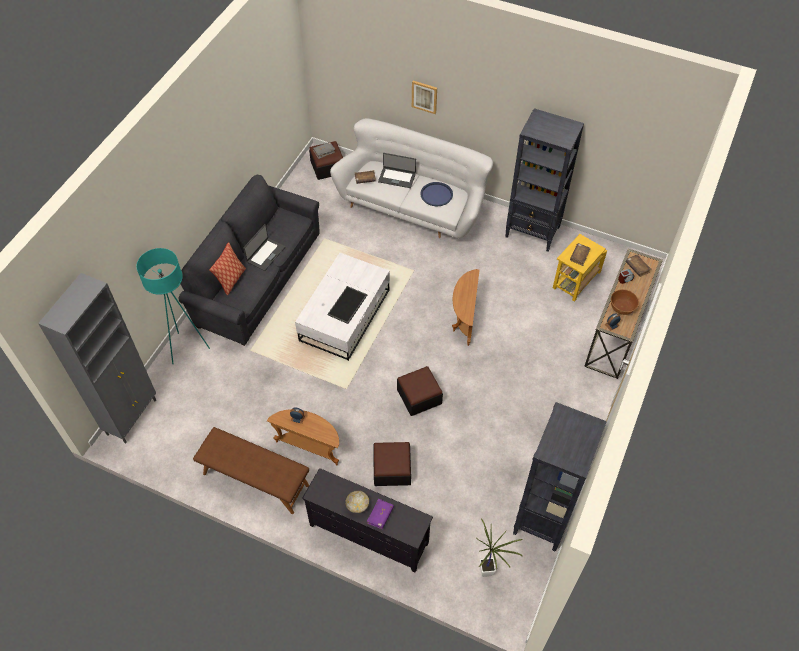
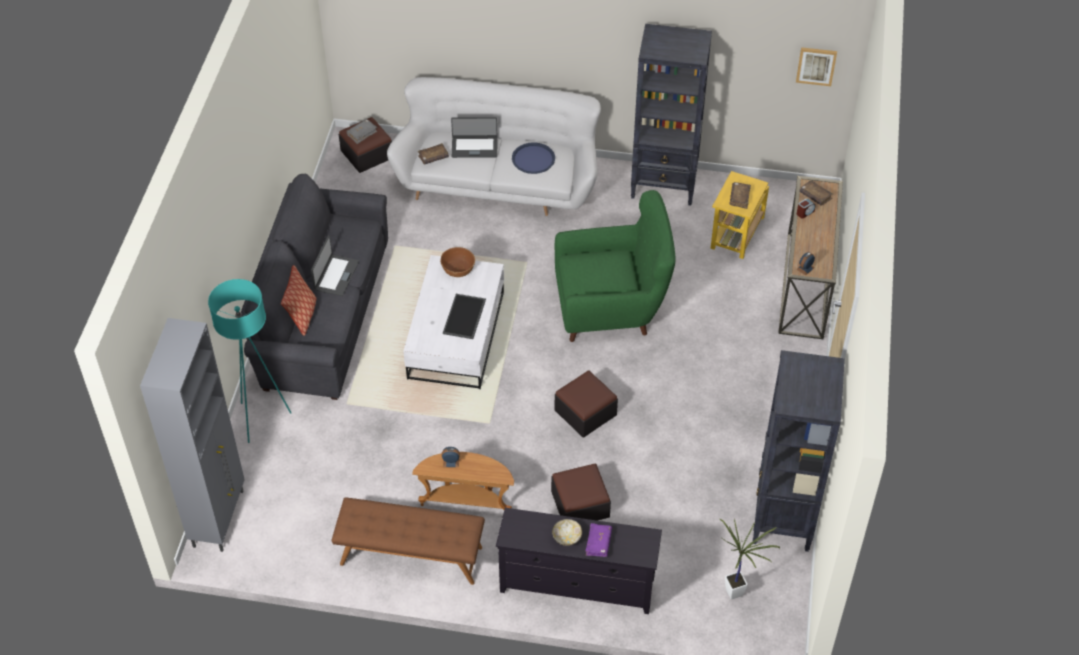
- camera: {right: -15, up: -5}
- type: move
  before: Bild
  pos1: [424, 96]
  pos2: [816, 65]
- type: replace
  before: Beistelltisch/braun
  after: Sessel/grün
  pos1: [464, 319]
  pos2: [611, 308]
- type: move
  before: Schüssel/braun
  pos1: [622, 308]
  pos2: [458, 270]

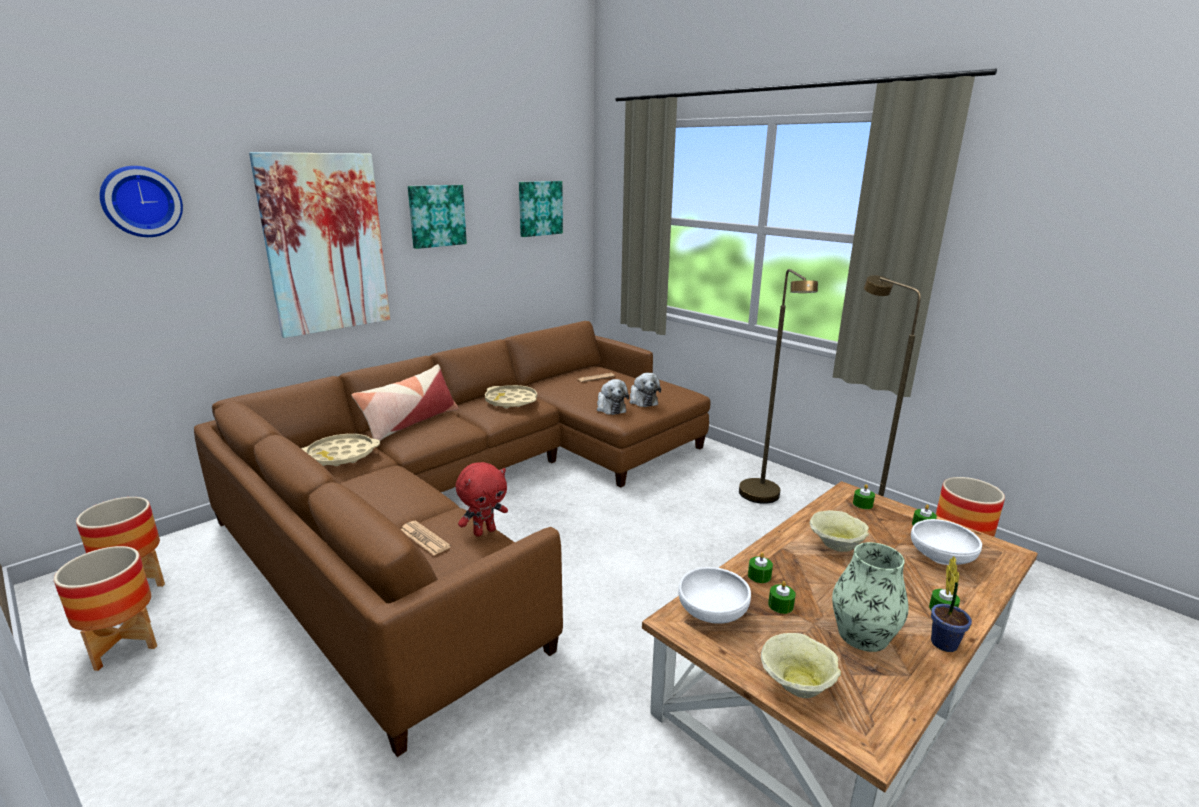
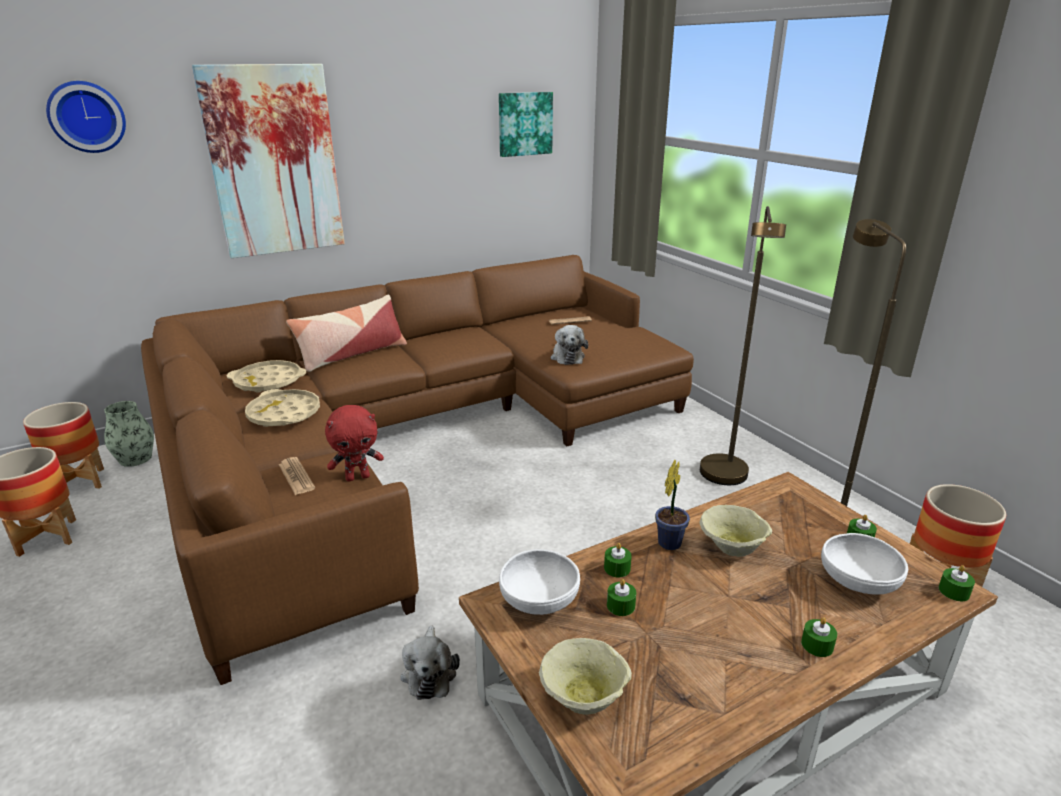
- camera: {right: 15, up: 5}
- type: delete
  before: Bild
  pos1: [436, 216]
- type: move
  before: Plüschtier
  pos1: [642, 400]
  pos2: [429, 672]
- type: move
  before: Tablett/beige
  pos1: [511, 401]
  pos2: [284, 414]
- type: move
  before: Kerze/grün
  pos1: [862, 504]
  pos2: [954, 591]
- type: move
  before: Vase
  pos1: [863, 634]
  pos2: [135, 458]
- type: move
  before: Topfpflanze
  pos1: [943, 641]
  pos2: [670, 541]

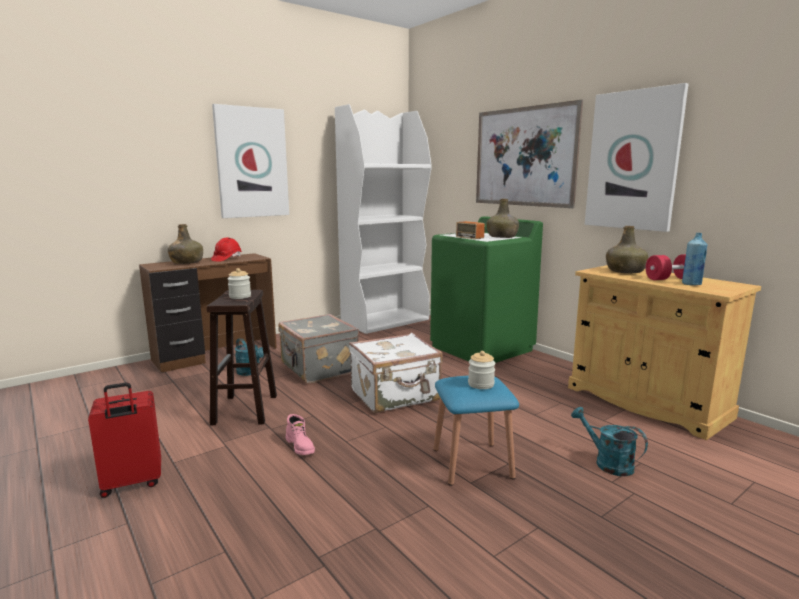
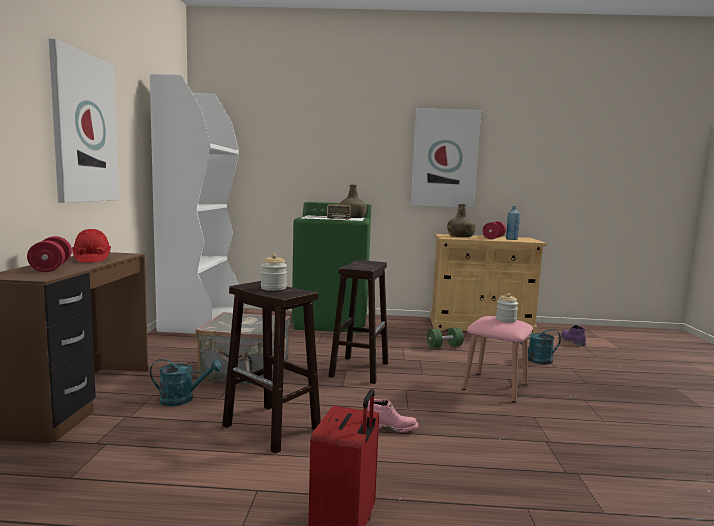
- camera: {right: -50, up: -5}
- type: delete
  before: Bild
  pos1: [524, 157]
- type: replace
  before: Flasche/grün
  after: Hantel/rot
  pos1: [187, 262]
  pos2: [51, 267]
- type: replace
  before: Koffer/weiß
  after: Hocker/braun
  pos1: [396, 396]
  pos2: [359, 369]
- type: recolor
  before: Hocker/blau
  after: Hocker/rosa
  pos1: [472, 463]
  pos2: [495, 386]
- type: insert
  after: Stiefel/lila
  pos2: [572, 341]
- type: insert
  after: Hantel/grün
  pos2: [444, 346]

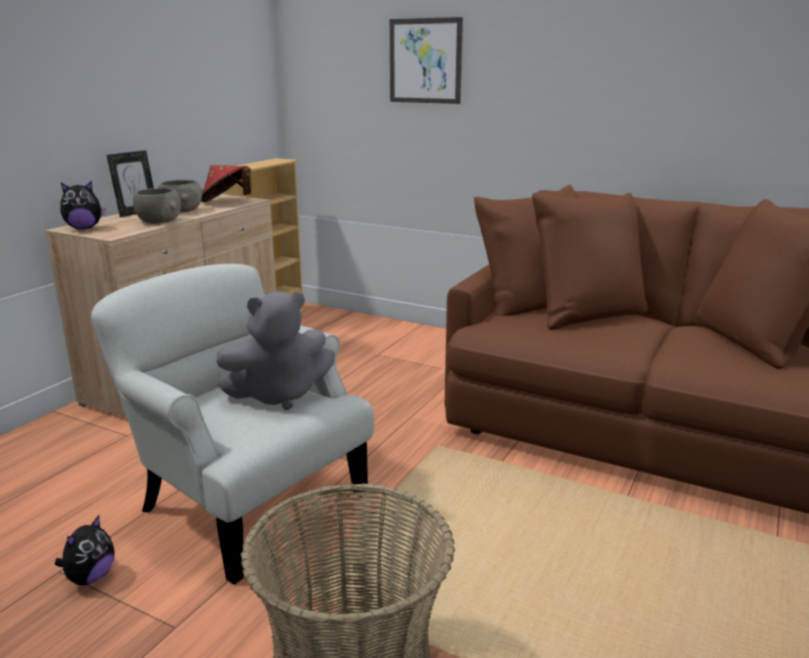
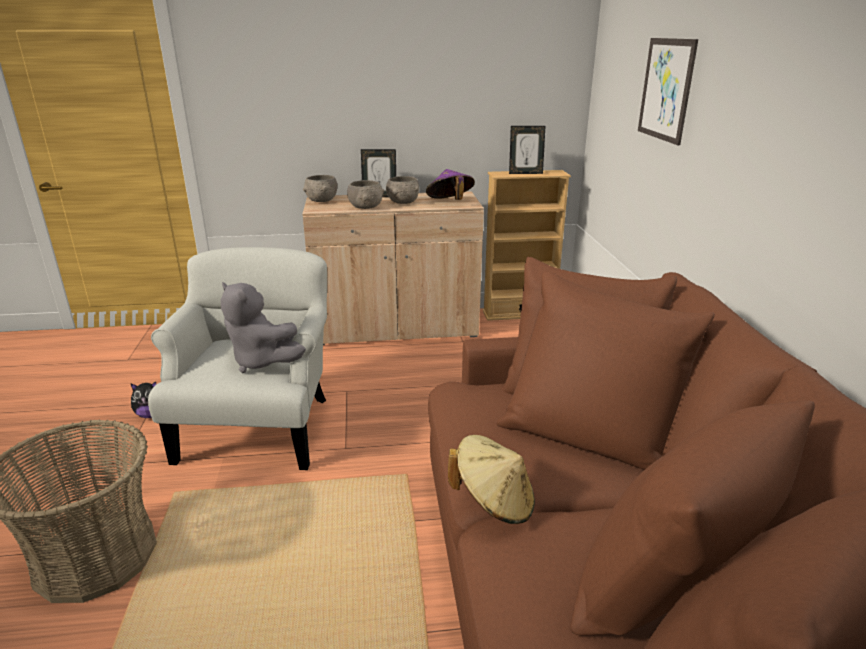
- camera: {right: 55, up: 5}
- type: recolor
  before: Hut/rot
  after: Hut/lila
  pos1: [226, 202]
  pos2: [450, 202]
- type: replace
  before: Plüschtier
  after: Schüssel/grau
  pos1: [84, 228]
  pos2: [322, 200]
- type: insert
  after: Bilderrahmen
  pos2: [525, 173]
- type: insert
  after: Hut/beige
  pos2: [494, 501]

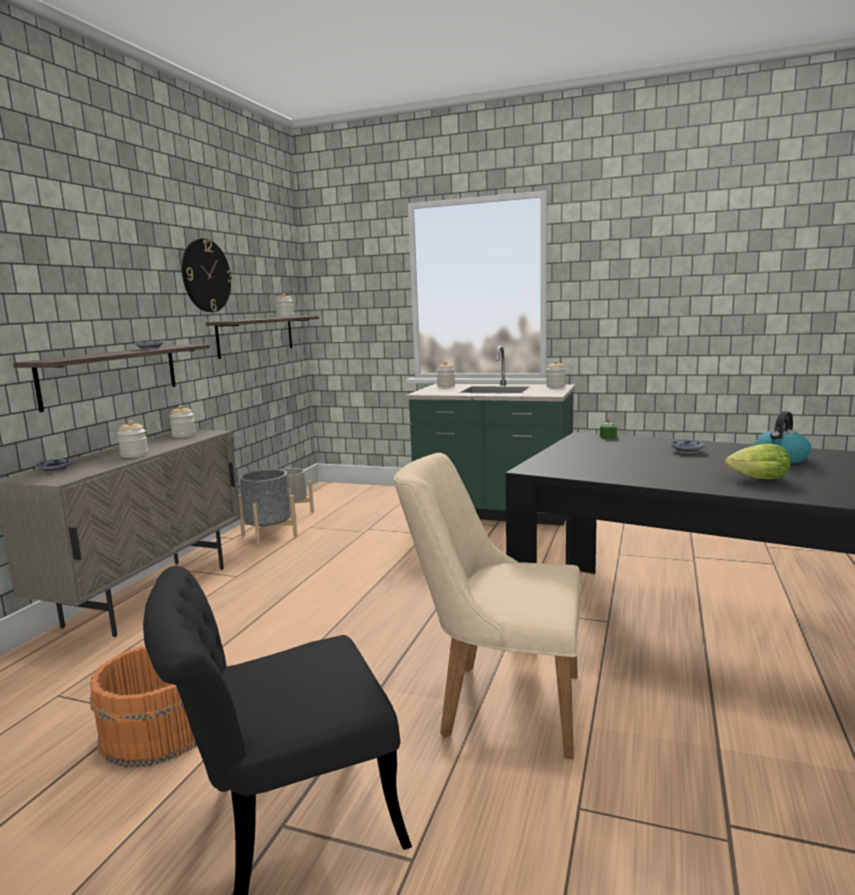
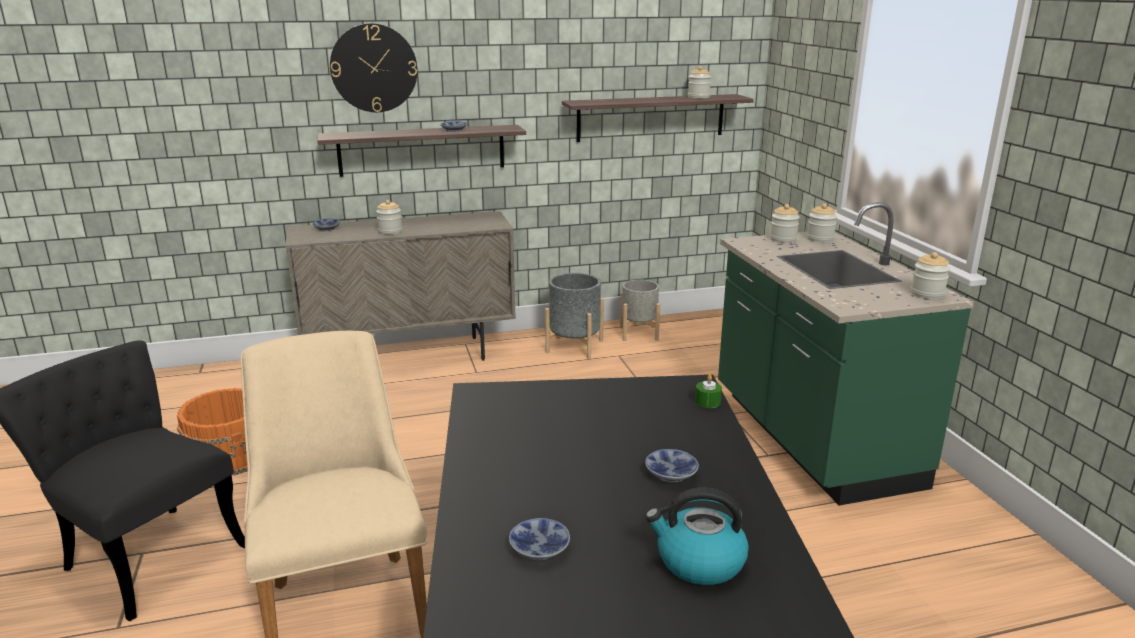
- camera: {right: 55, up: 10}
- type: move
  before: Wanduhr
  pos1: [206, 275]
  pos2: [374, 68]
- type: move
  before: Vorratsglas
  pos1: [184, 435]
  pos2: [783, 239]
- type: replace
  before: Salatkopf
  after: Schüssel
  pos1: [755, 479]
  pos2: [538, 550]

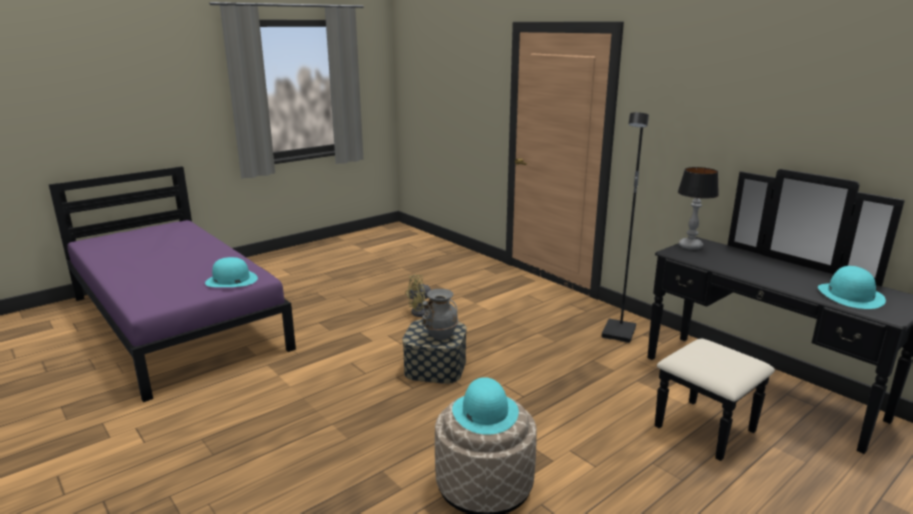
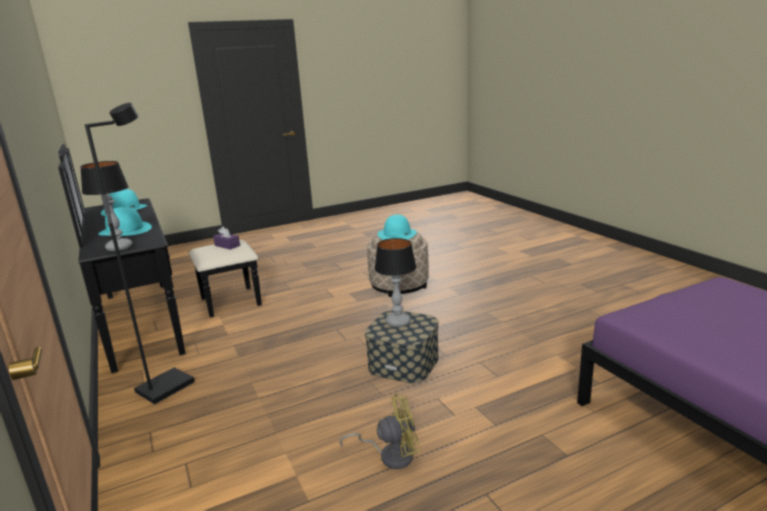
- camera: {right: -165, up: 0}
- type: move
  before: Hut/türkis
  pos1: [231, 280]
  pos2: [125, 230]
- type: replace
  before: Vase/grau
  after: Tischlampe
  pos1: [439, 336]
  pos2: [398, 322]
- type: insert
  after: Taschentuchbox/lila
  pos2: [227, 245]

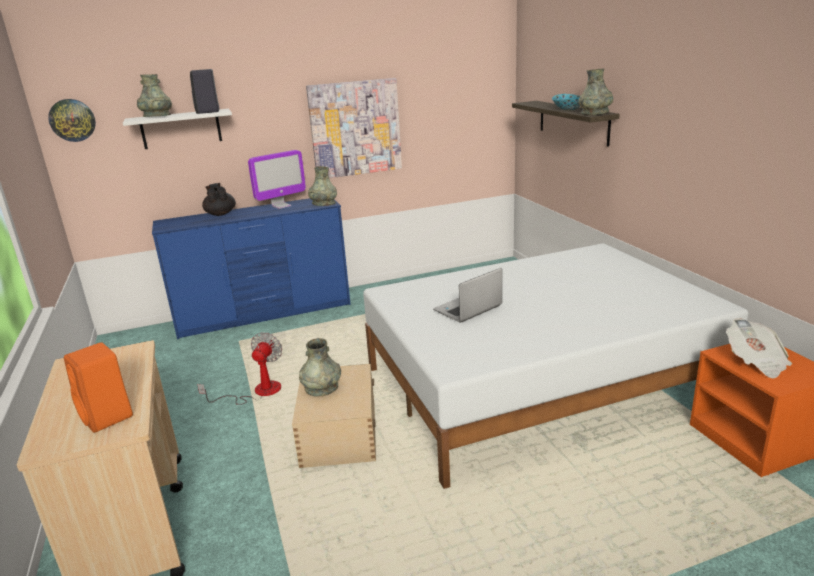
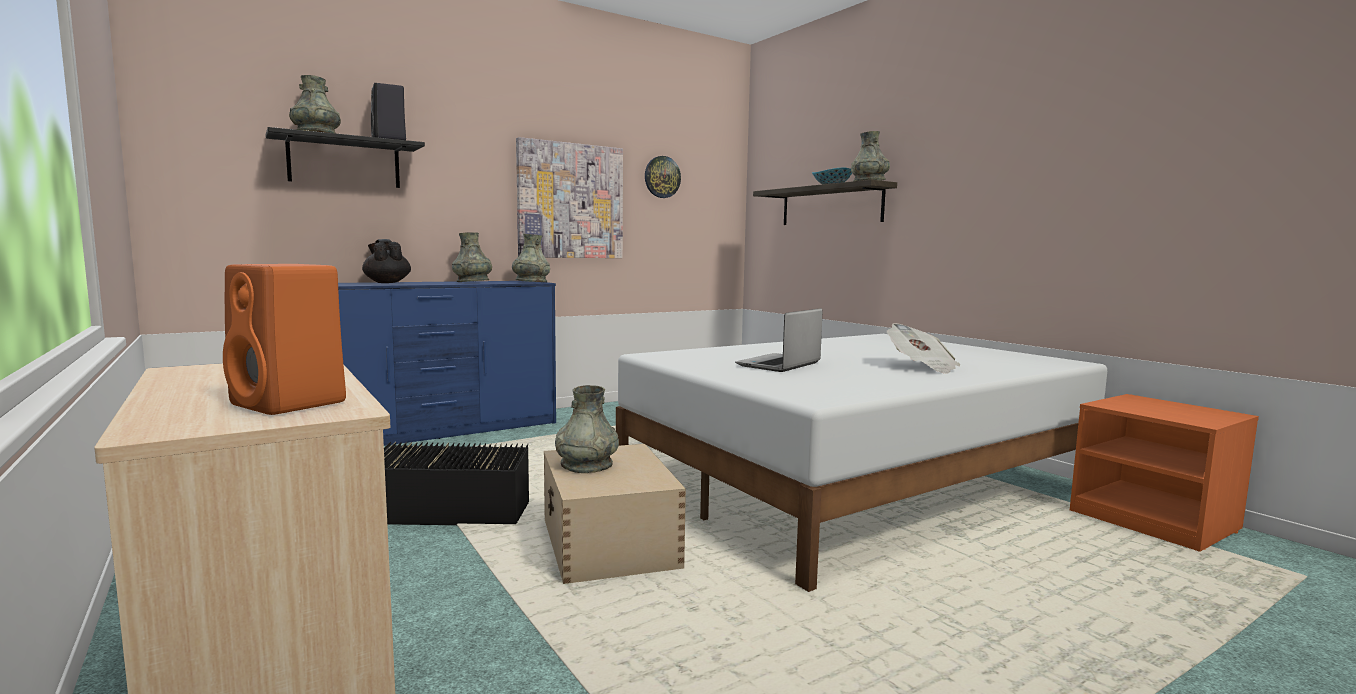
- camera: {right: -15, up: -15}
- type: move
  before: Wanduhr
  pos1: [72, 120]
  pos2: [662, 177]
- type: recolor
  before: Wandregal/weiß
  after: Wandregal/schwarz
  pos1: [181, 129]
  pos2: [344, 163]
- type: replace
  before: Monitor
  after: Vase/grau
  pos1: [281, 206]
  pos2: [472, 282]
- type: move
  before: Zeitung
  pos1: [755, 362]
  pos2: [922, 367]
- type: replace
  before: Ventilator
  after: Aufbewahrungsbox/schwarz
  pos1: [257, 392]
  pos2: [454, 506]

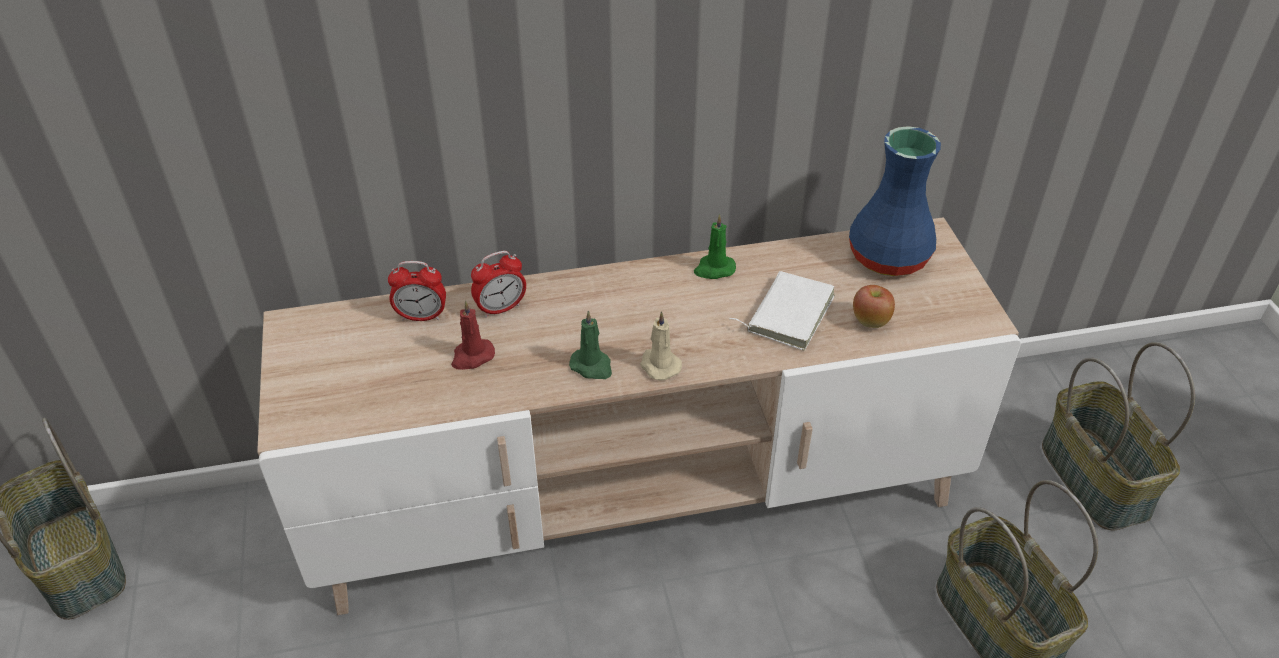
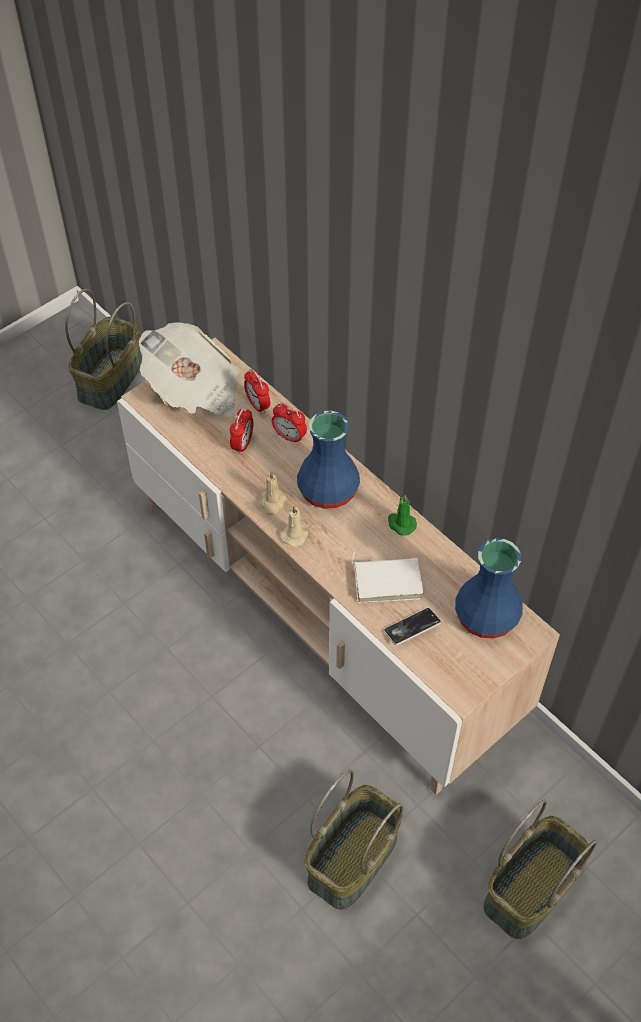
- camera: {right: 60, up: 10}
- type: replace
  before: Apfel
  after: Handy
  pos1: [870, 321]
  pos2: [412, 628]
- type: replace
  before: Kerze/rot
  after: Wecker
  pos1: [472, 356]
  pos2: [242, 444]
- type: recolor
  before: Kerze/grün
  after: Kerze/beige
  pos1: [592, 366]
  pos2: [272, 503]
- type: insert
  after: Zeitung
  pos2: [194, 390]
- type: insert
  after: Vase/blau
  pos2: [327, 489]

